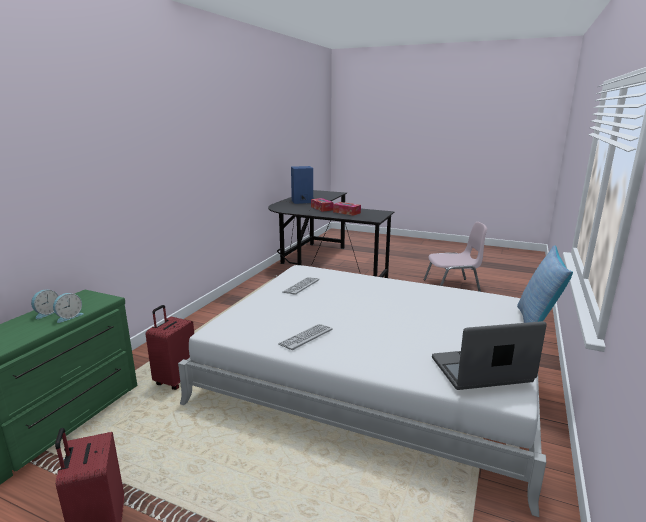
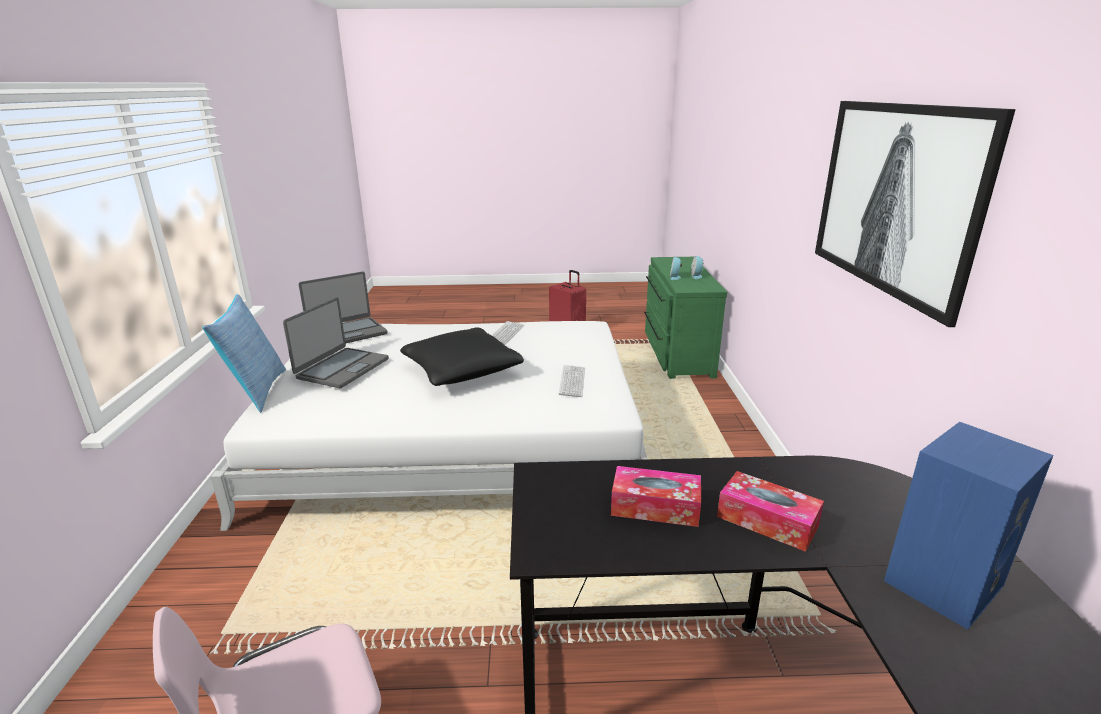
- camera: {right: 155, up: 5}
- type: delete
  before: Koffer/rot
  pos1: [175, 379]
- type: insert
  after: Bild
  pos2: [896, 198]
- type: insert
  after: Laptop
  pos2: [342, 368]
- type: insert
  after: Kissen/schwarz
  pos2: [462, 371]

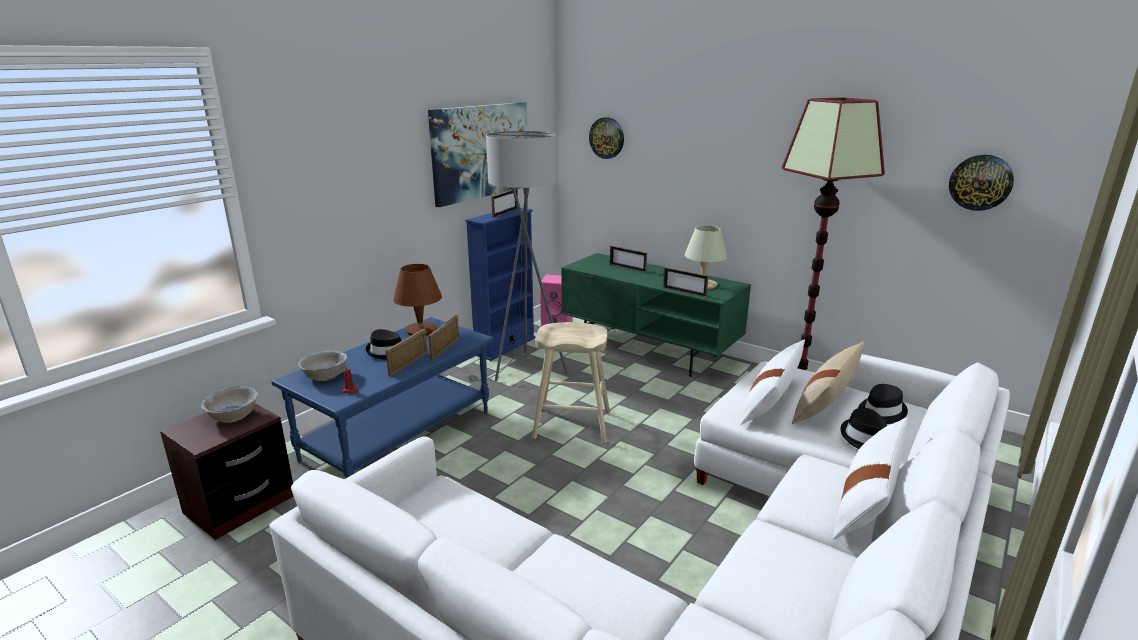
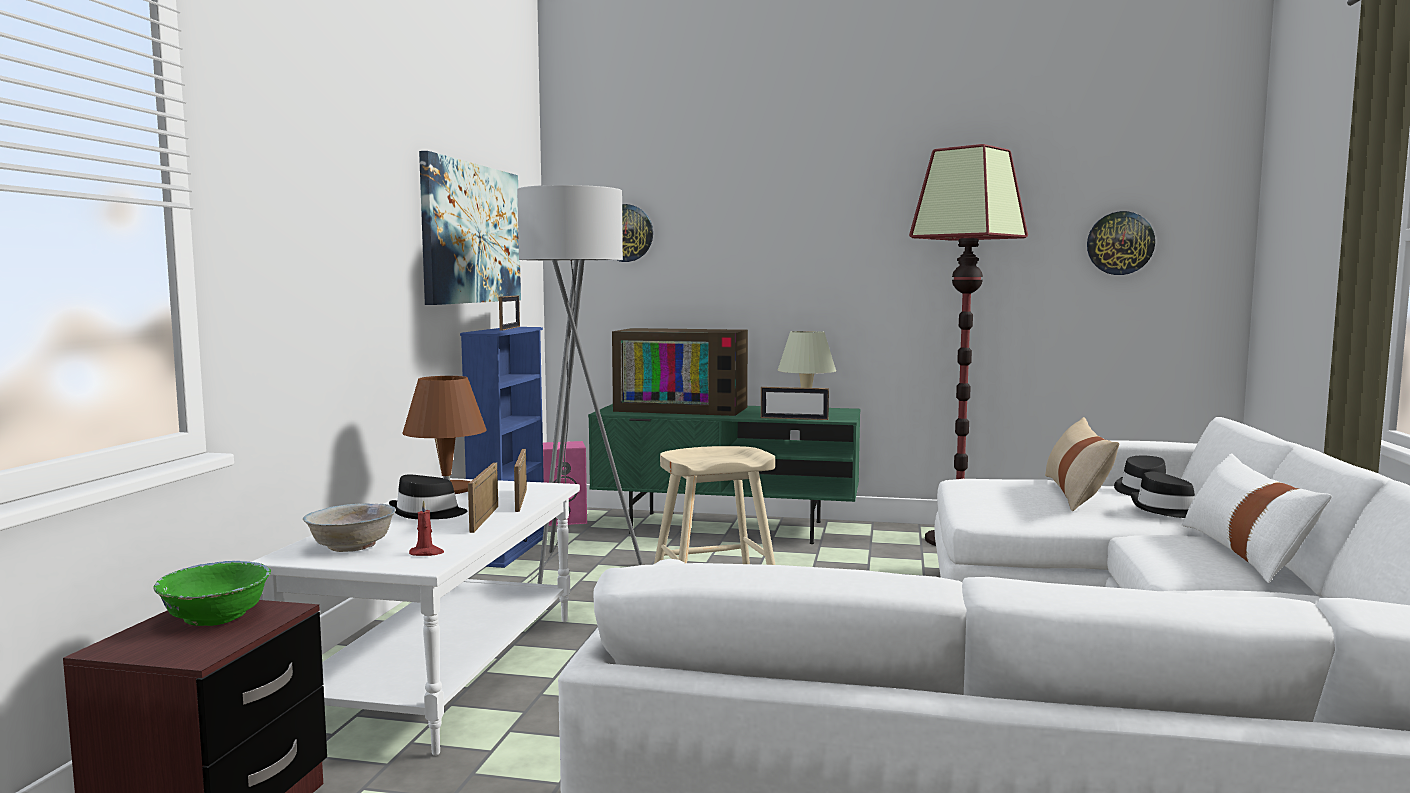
- camera: {right: -25, up: -15}
- type: replace
  before: Bilderrahmen
  after: Fernseher
  pos1: [627, 268]
  pos2: [683, 408]
- type: recolor
  before: Couchtisch/blau
  after: Couchtisch/weiß
  pos1: [399, 436]
  pos2: [445, 672]
- type: delete
  before: Kissen/weiß
  pos1: [770, 402]
- type: recolor
  before: Schüssel/weiß
  after: Schüssel/grün
  pos1: [233, 416]
  pos2: [215, 616]

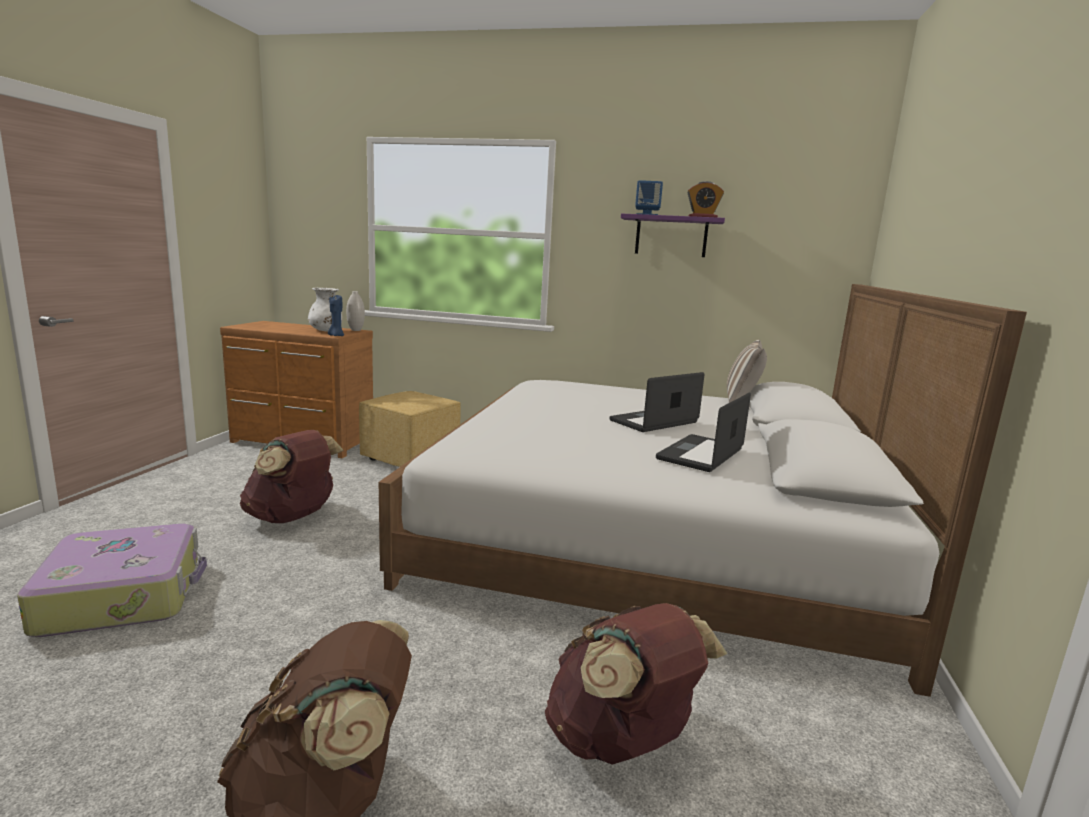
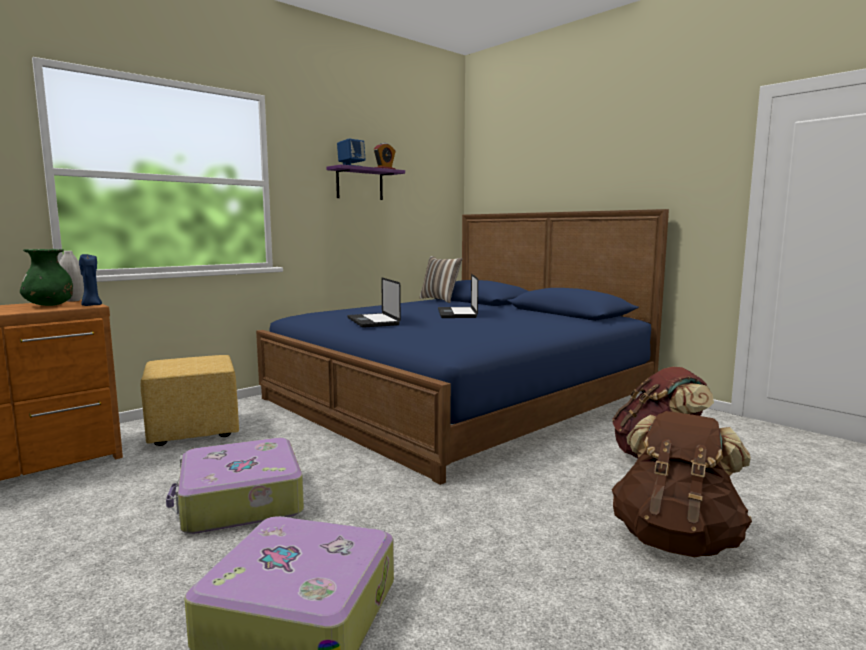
- camera: {right: -55, up: -5}
- type: recolor
  before: Bett/weiß
  after: Bett/blau
  pos1: [649, 533]
  pos2: [458, 398]
- type: recolor
  before: Vase/weiß
  after: Vase/grün
  pos1: [326, 331]
  pos2: [49, 305]
- type: move
  before: Laptop
  pos1: [700, 454]
  pos2: [373, 321]
- type: replace
  before: Rucksack/braun
  after: Koffer
  pos1: [292, 517]
  pos2: [240, 501]

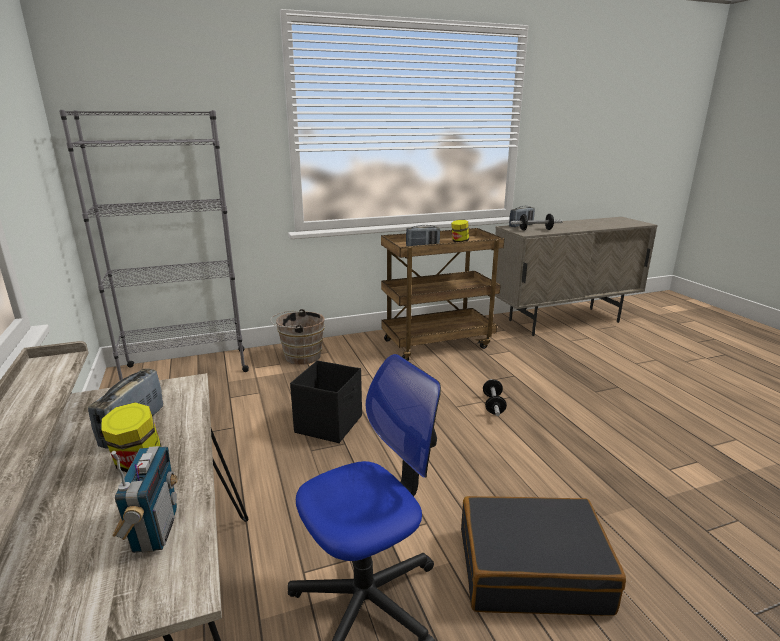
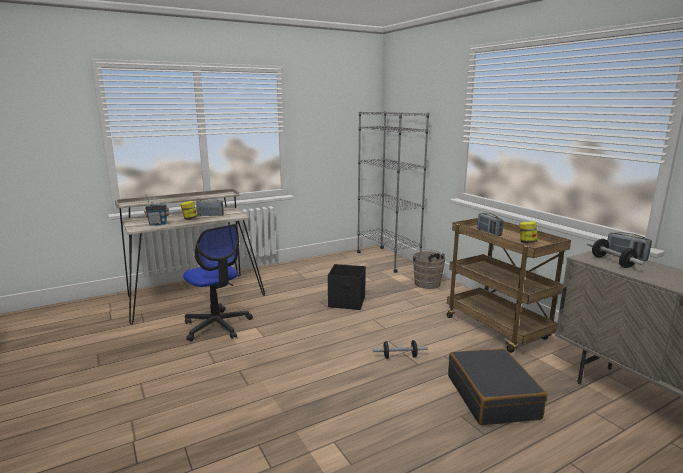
- camera: {right: 80, up: -5}
- type: move
  before: Koffer/schwarz
  pos1: [531, 569]
  pos2: [492, 396]

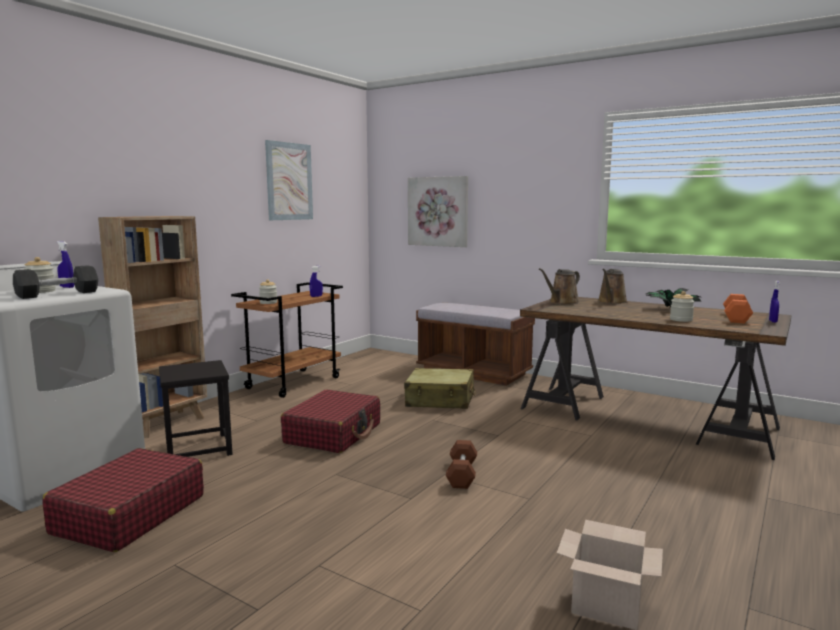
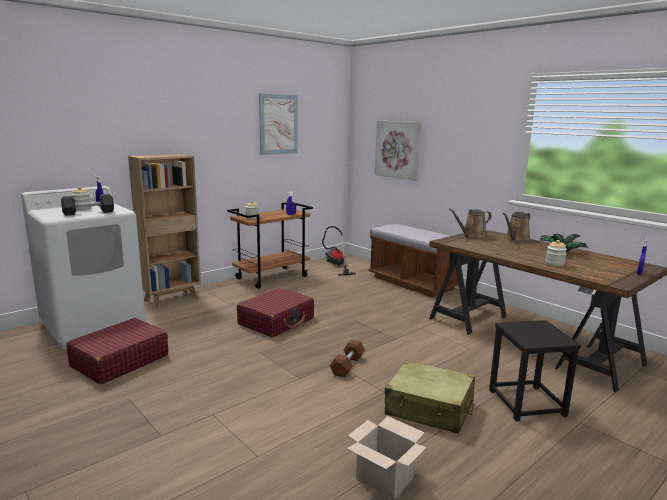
- camera: {right: 15, up: 5}
- type: delete
  before: Hantel/orange
  pos1: [736, 318]
- type: move
  before: Hocker/schwarz
  pos1: [197, 449]
  pos2: [526, 403]
- type: move
  before: Koffer/beige
  pos1: [440, 400]
  pos2: [429, 408]
- type: insert
  after: Staubsauger
  pos2: [336, 265]

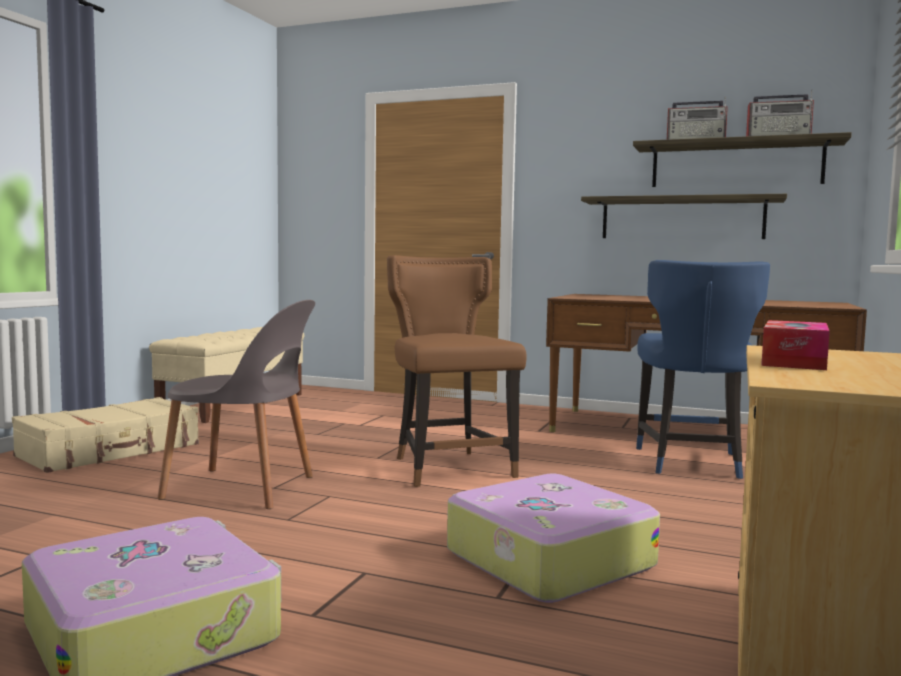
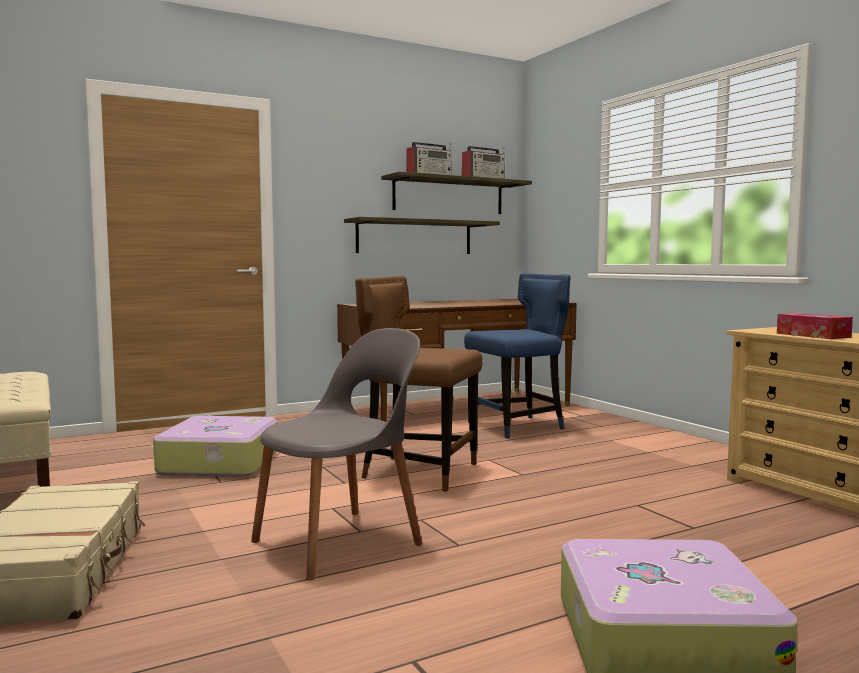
- camera: {right: -50, up: 0}
- type: rotate
  before: Stuhl/blau
  pos1: [690, 463]
  pos2: [519, 426]
  turn: -75
- type: move
  before: Koffer
  pos1: [546, 559]
  pos2: [218, 463]

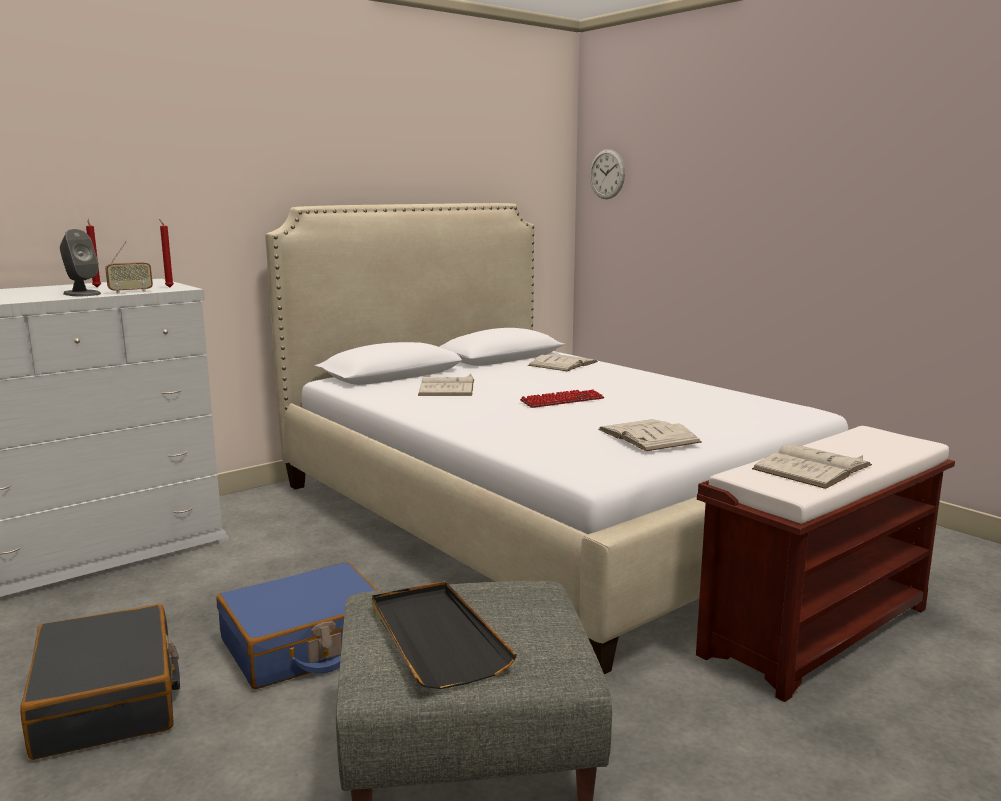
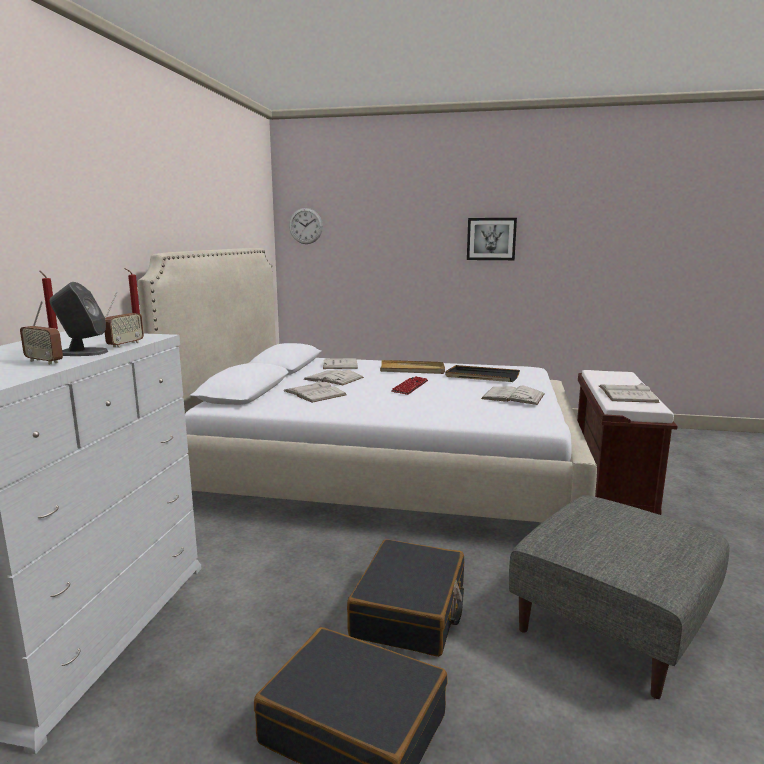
- camera: {right: -40, up: 0}
- type: recolor
  before: Koffer/blau
  after: Koffer/schwarz
  pos1: [306, 645]
  pos2: [410, 611]
- type: move
  before: Tablett/schwarz
  pos1: [436, 637]
  pos2: [481, 376]
- type: insert
  after: Bild
  pos2: [491, 239]
- type: insert
  after: Radio
  pos2: [44, 362]
- type: insert
  after: Tablett/beige
  pos2: [412, 370]
- type: insert
  after: Buch/weiß
  pos2: [333, 378]

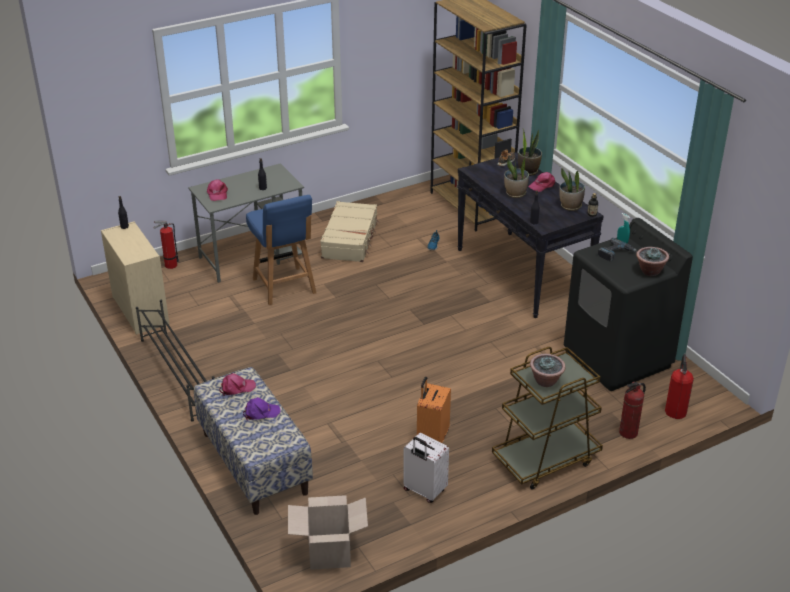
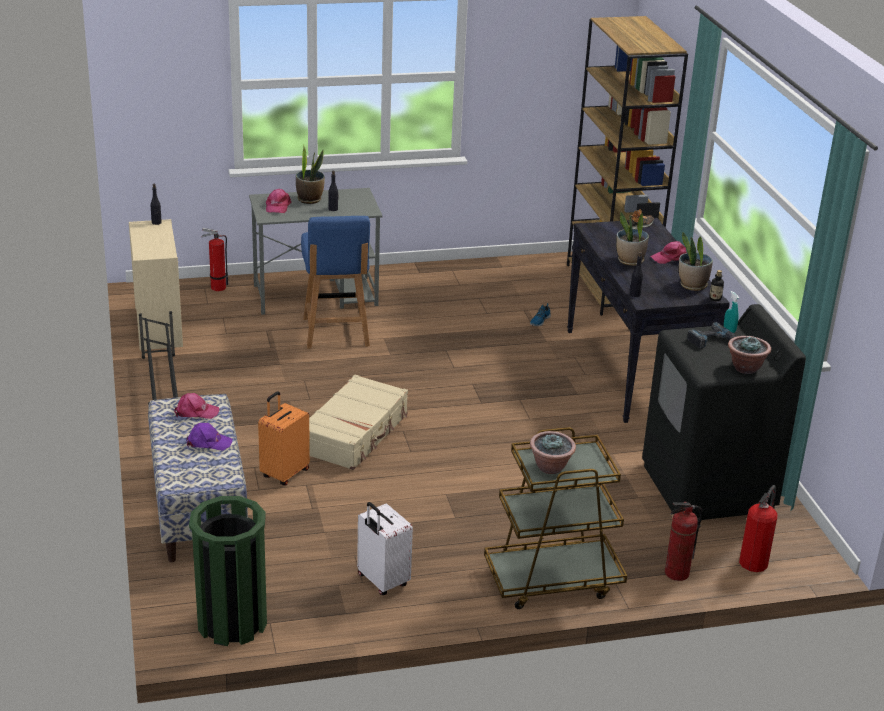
- camera: {right: 15, up: -5}
- type: move
  before: Topfpflanze
  pos1: [528, 171]
  pos2: [310, 199]
- type: move
  before: Koffer/beige
  pos1: [350, 239]
  pos2: [355, 434]
- type: move
  before: Koffer/orange
  pos1: [432, 438]
  pos2: [284, 473]
- type: replace
  before: Karton
  after: Mülleimer/grün
  pos1: [329, 553]
  pos2: [232, 622]

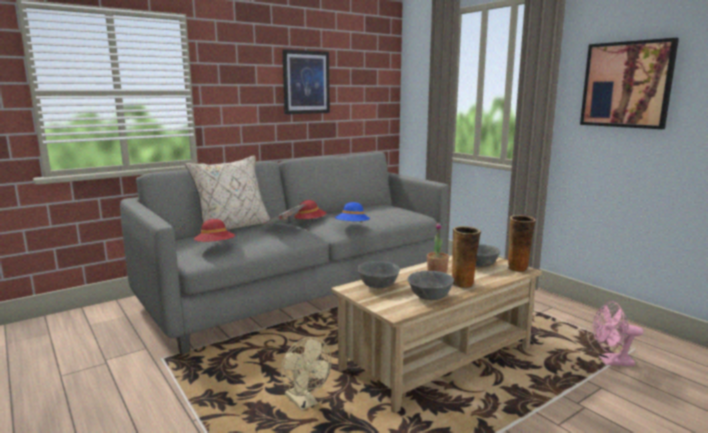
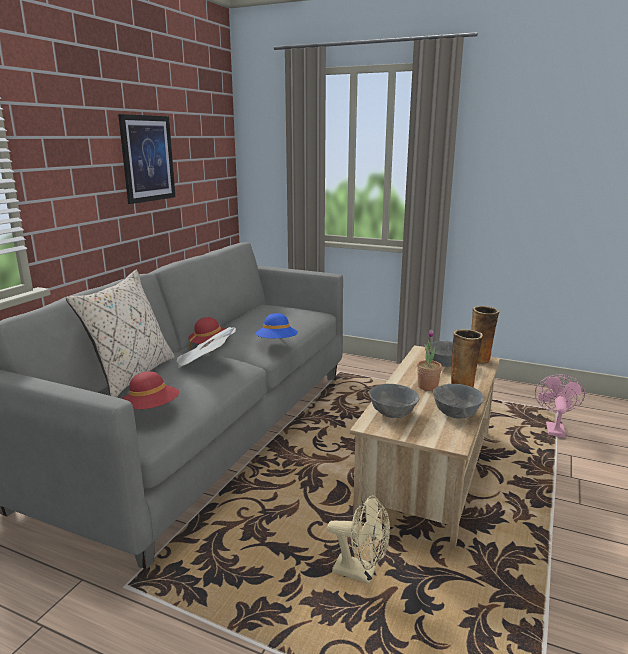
- camera: {right: -30, up: 5}
- type: delete
  before: Bild
  pos1: [626, 85]
- type: rotate
  before: Ventilator/rosa
  pos1: [611, 362]
  pos2: [554, 428]
  turn: 135

